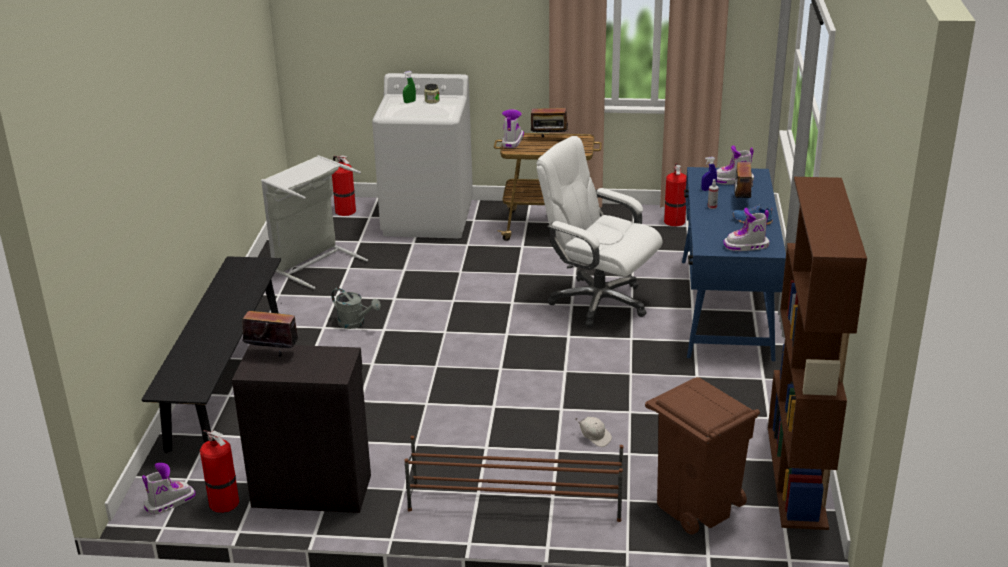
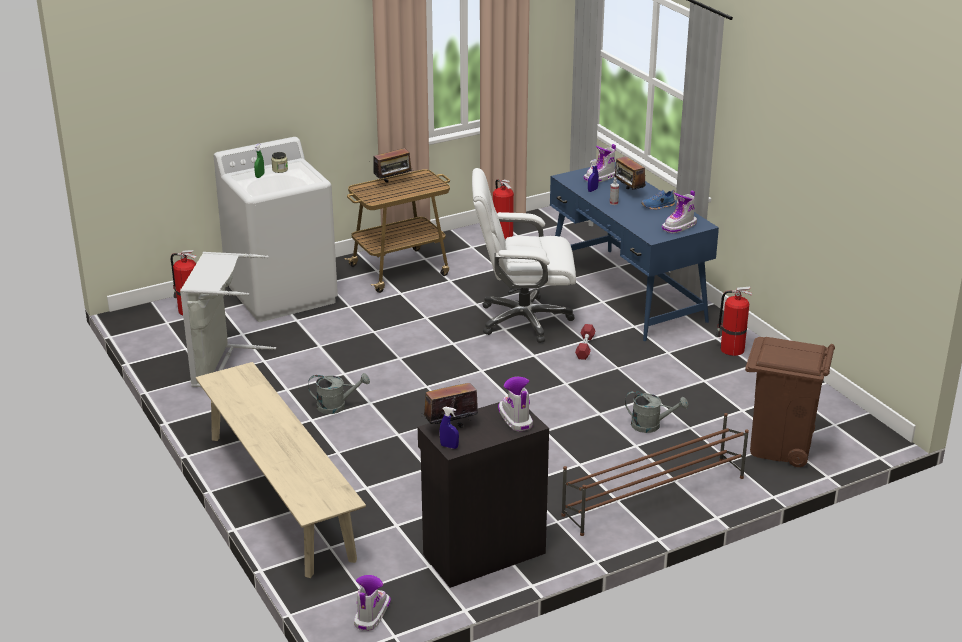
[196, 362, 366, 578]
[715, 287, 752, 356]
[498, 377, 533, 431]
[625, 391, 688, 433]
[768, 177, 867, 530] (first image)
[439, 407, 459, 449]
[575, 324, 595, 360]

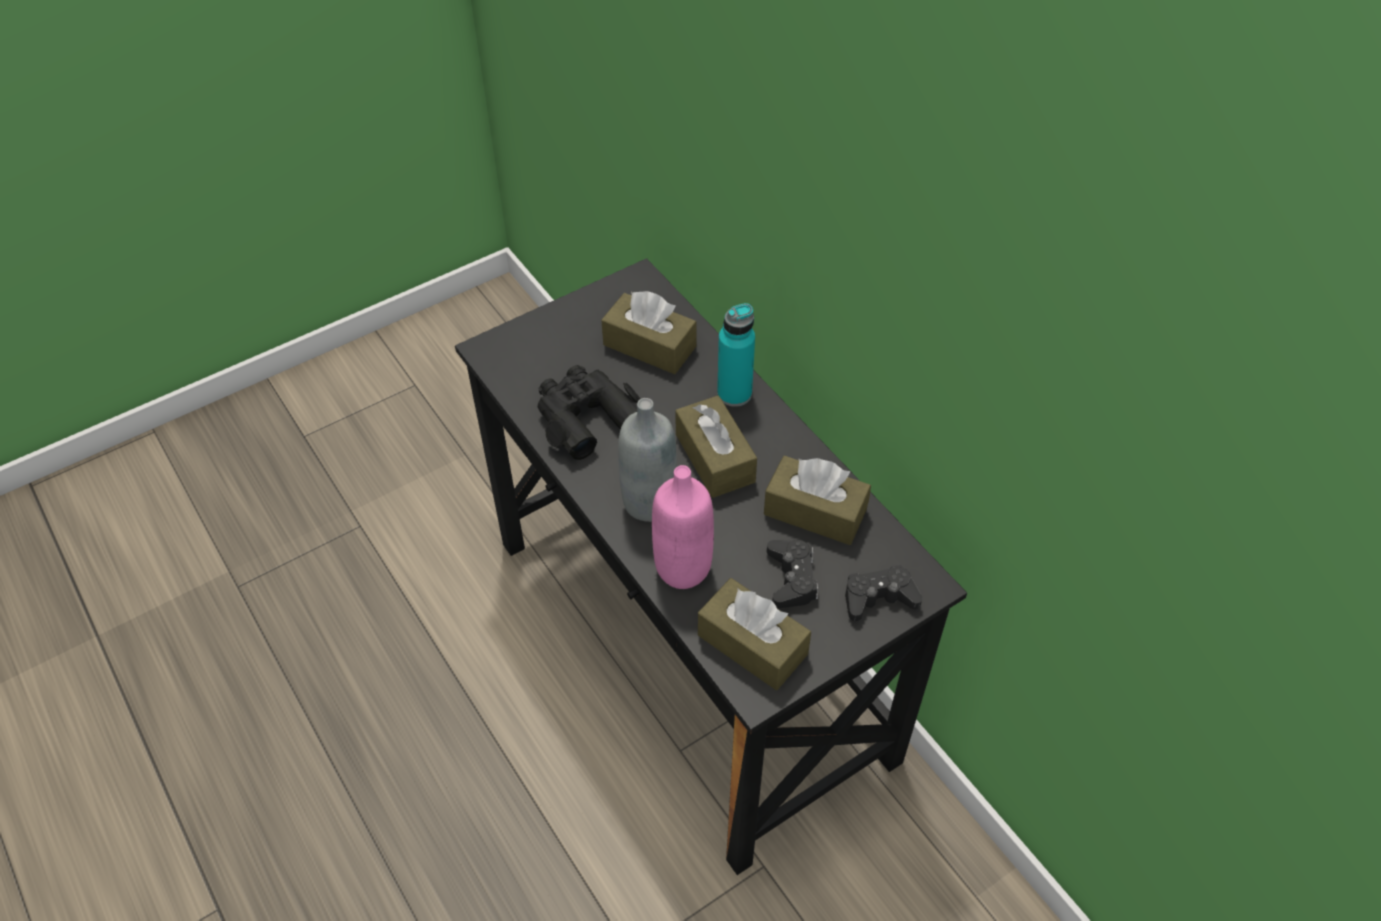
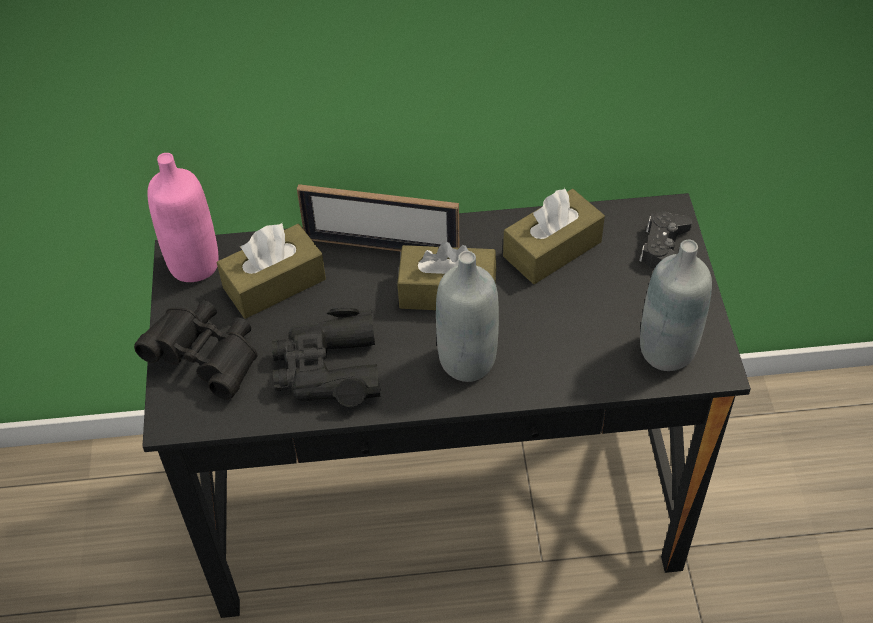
[147, 153, 219, 282]
[640, 240, 712, 371]
[297, 184, 459, 252]
[767, 540, 818, 608] (first image)
[134, 300, 258, 400]

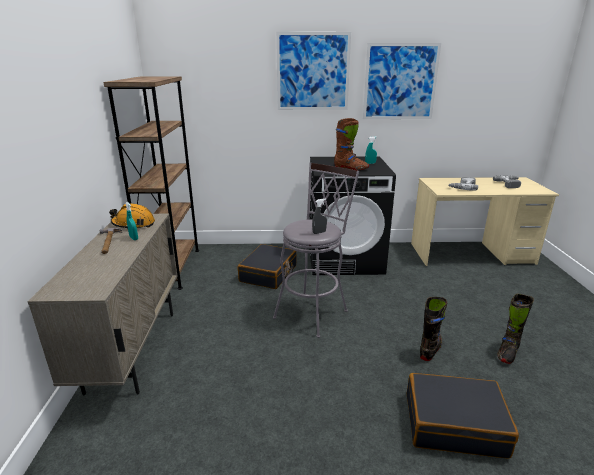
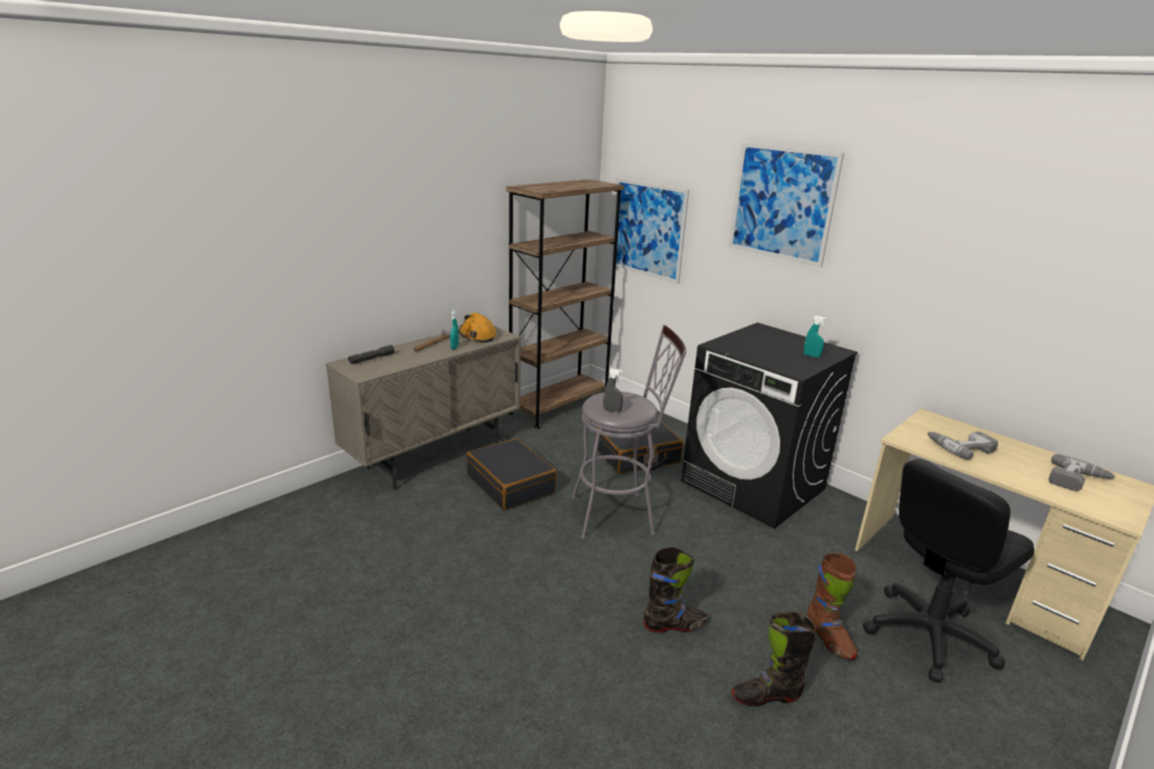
[807, 552, 858, 660]
[611, 178, 689, 284]
[466, 438, 557, 510]
[348, 345, 395, 364]
[863, 459, 1034, 683]

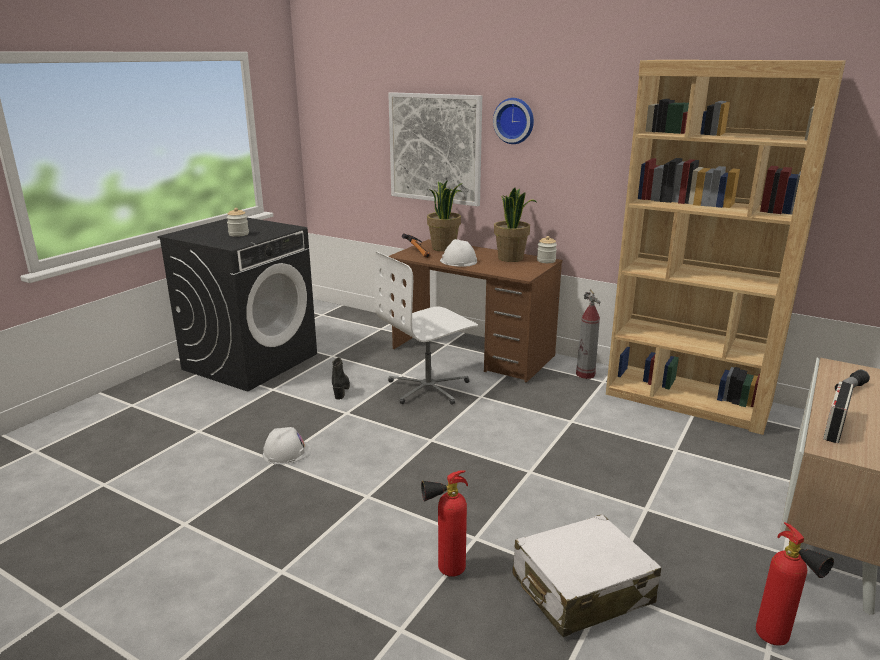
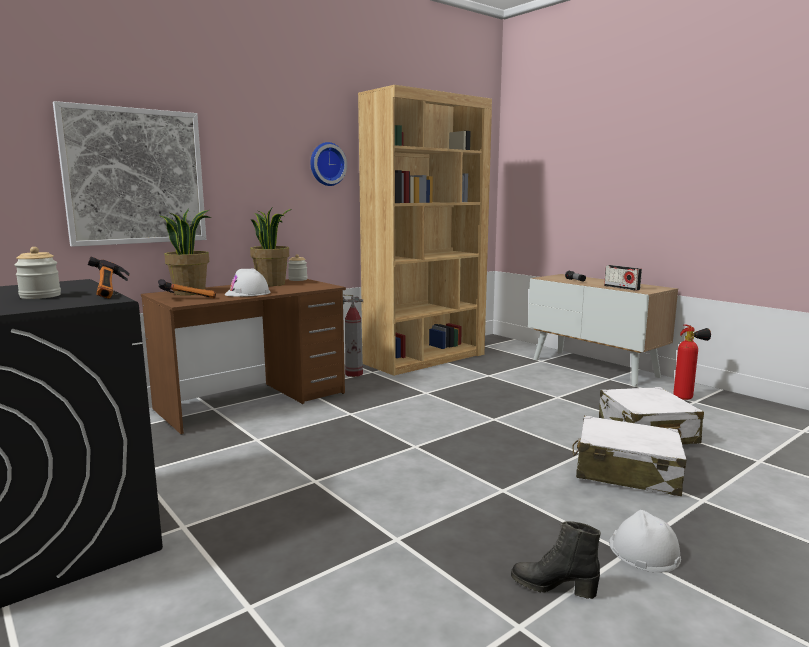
[609, 510, 681, 573]
[511, 521, 601, 599]
[374, 252, 478, 405] (first image)
[572, 415, 687, 496]
[310, 142, 347, 186]
[88, 257, 130, 299]

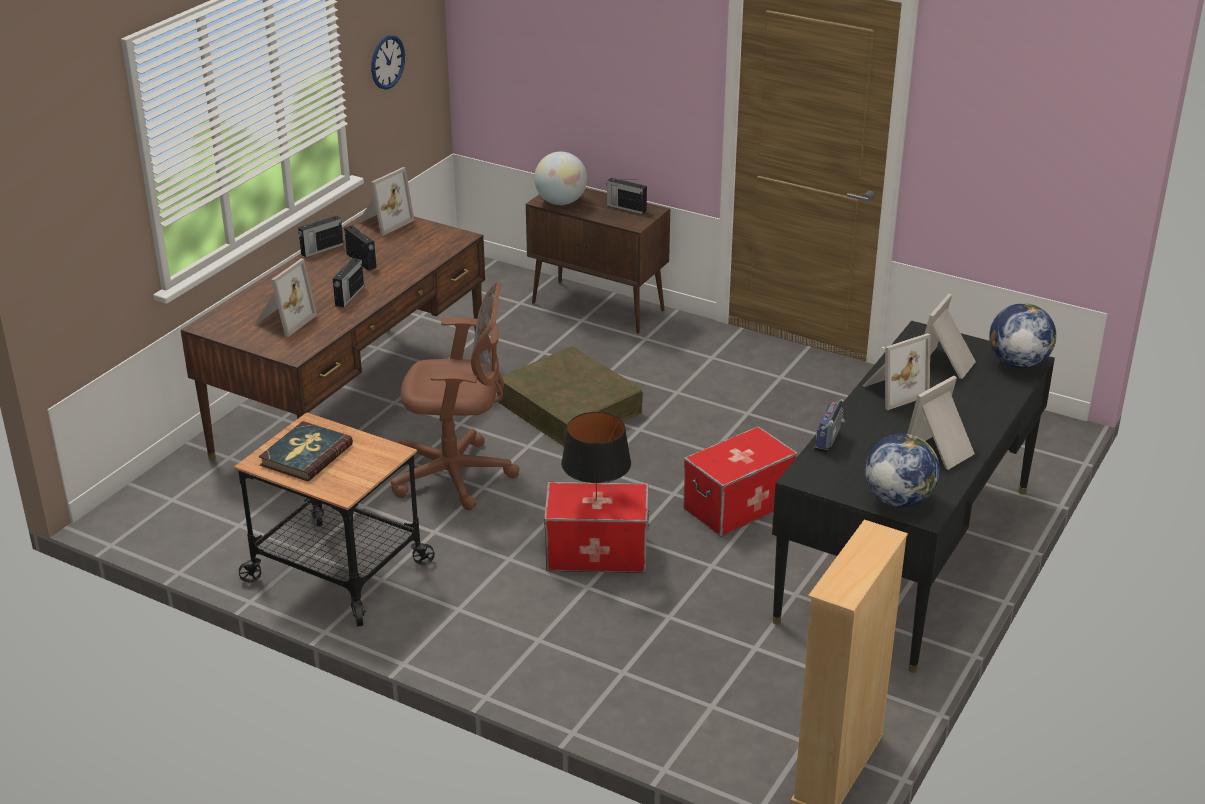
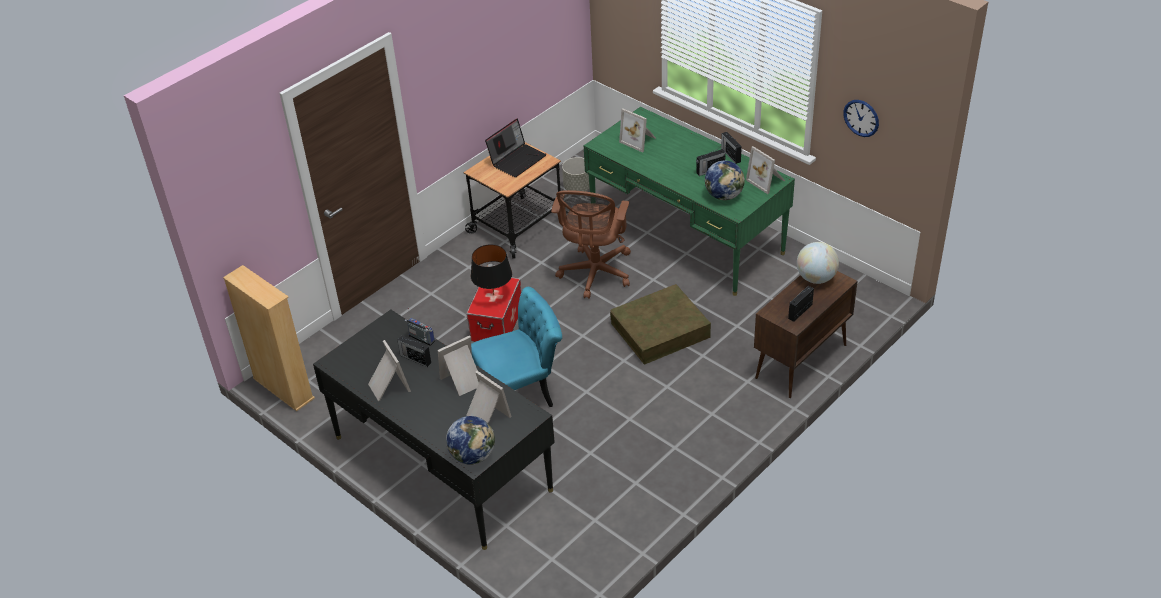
[584, 107, 795, 296]
[485, 118, 546, 177]
[397, 335, 431, 367]
[471, 287, 562, 407]
[438, 336, 479, 396]
[705, 160, 745, 200]
[562, 157, 590, 191]

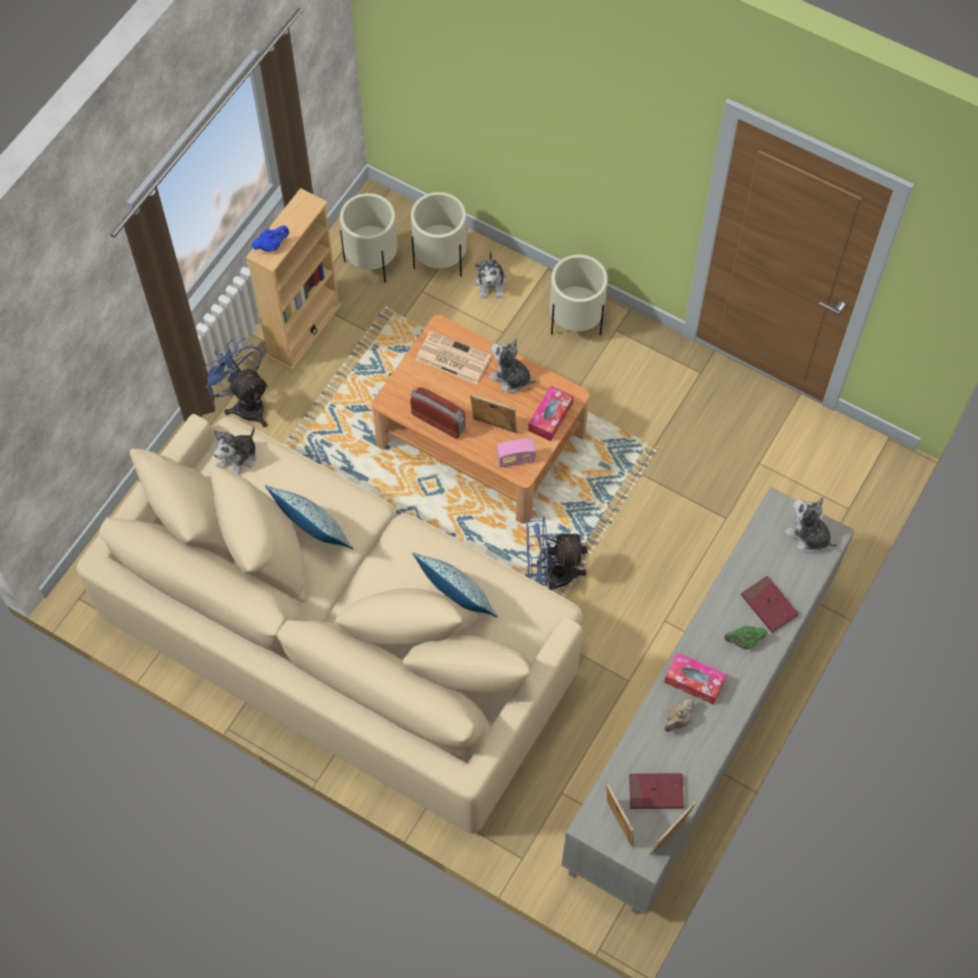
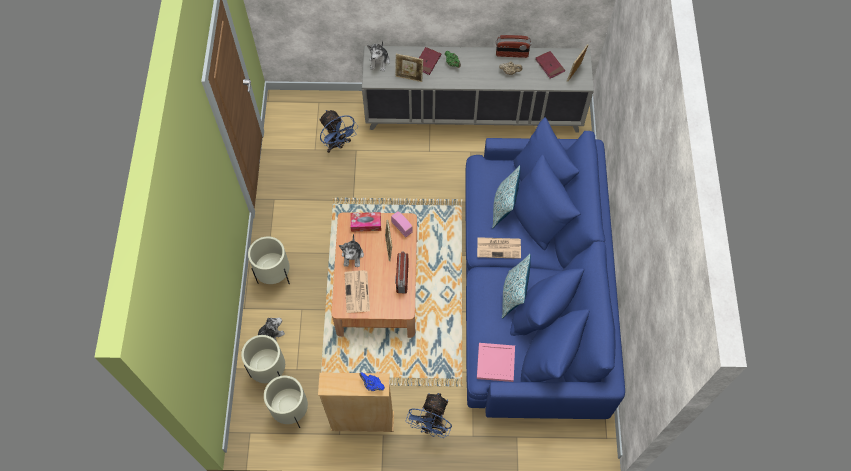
[465, 117, 625, 419]
[477, 343, 515, 382]
[319, 110, 358, 153]
[395, 54, 423, 82]
[664, 652, 727, 705] (first image)
[477, 237, 521, 259]
[496, 35, 532, 58]

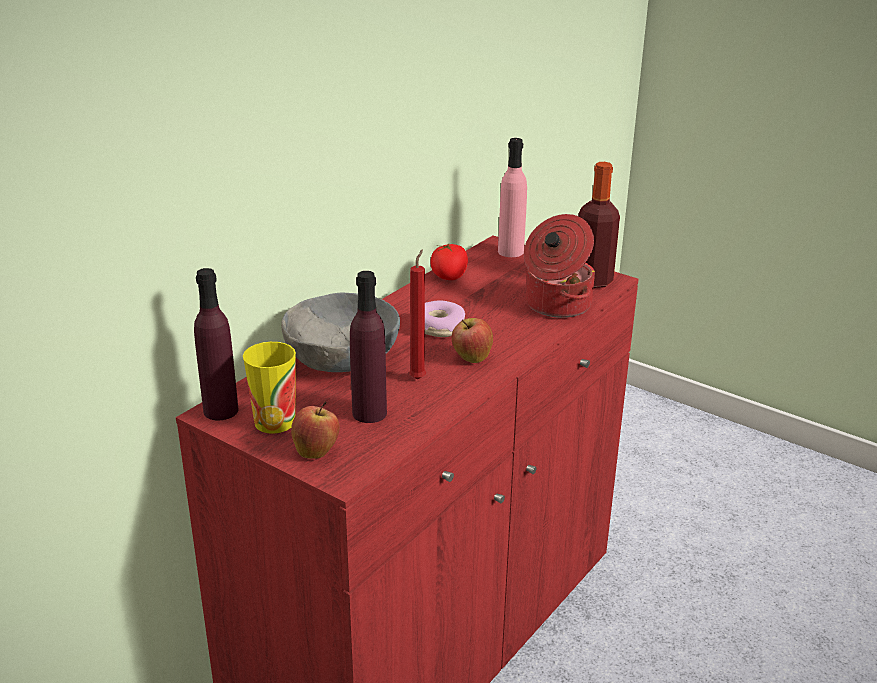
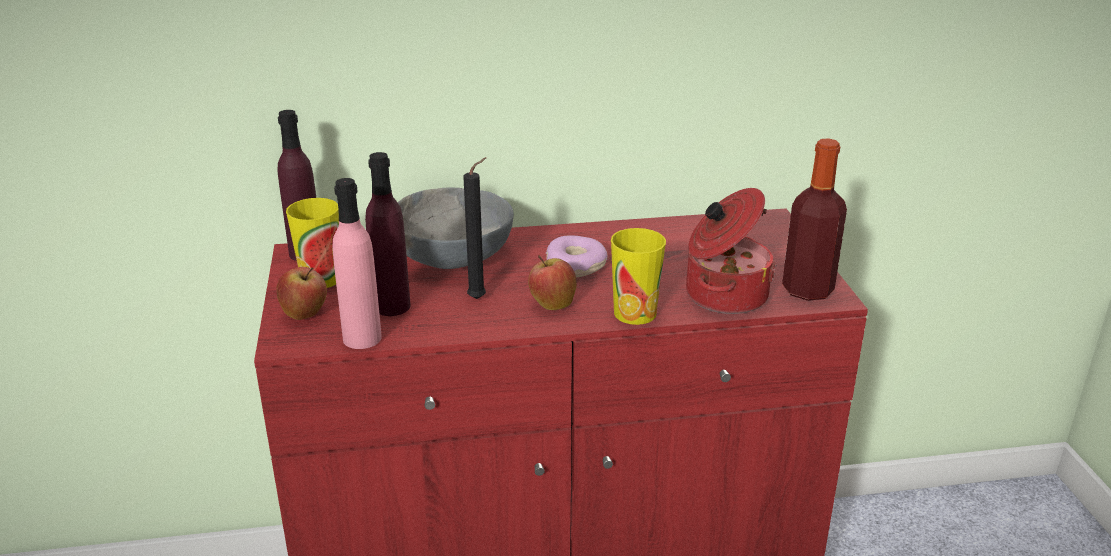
[463, 157, 486, 299]
[430, 244, 468, 280] (first image)
[332, 178, 382, 349]
[611, 228, 666, 325]

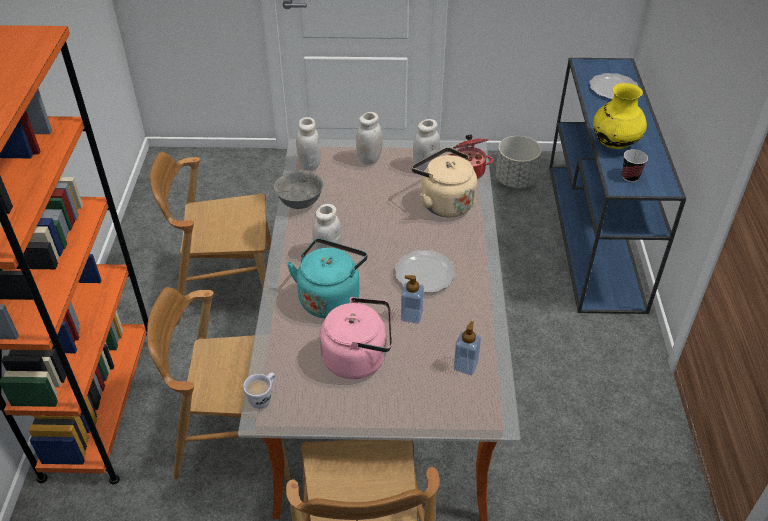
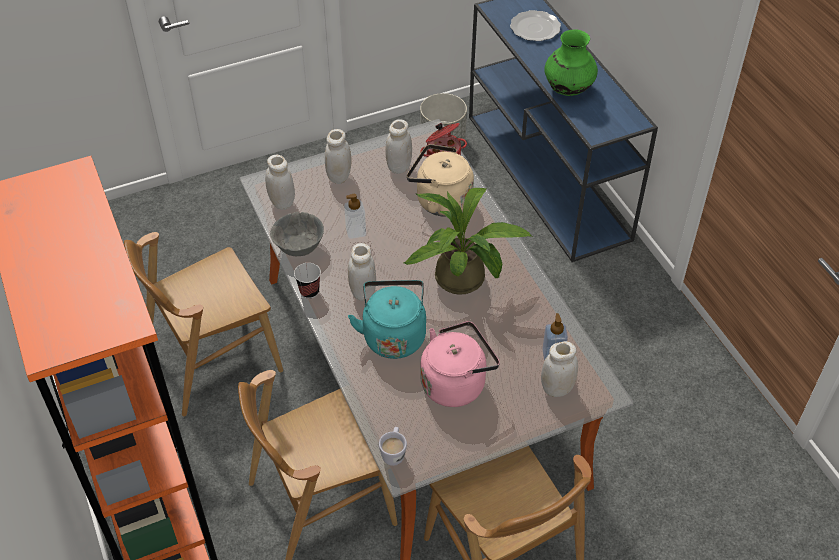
[404, 188, 532, 295]
[344, 194, 366, 239]
[544, 29, 598, 96]
[294, 263, 321, 299]
[541, 341, 578, 397]

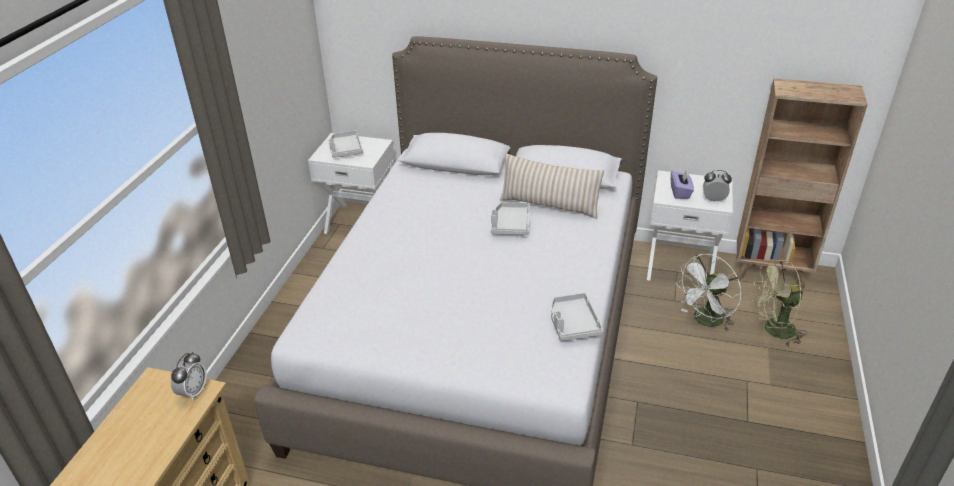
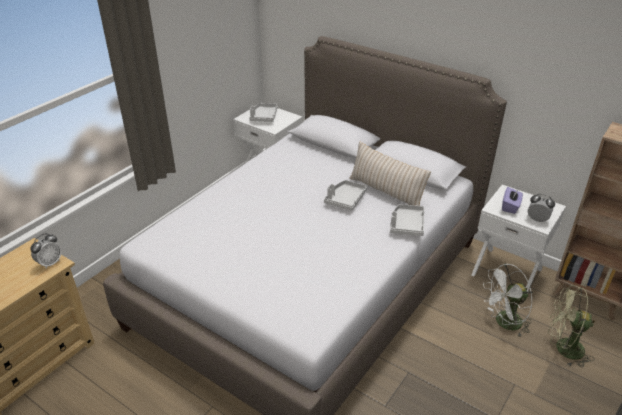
[390, 204, 424, 236]

